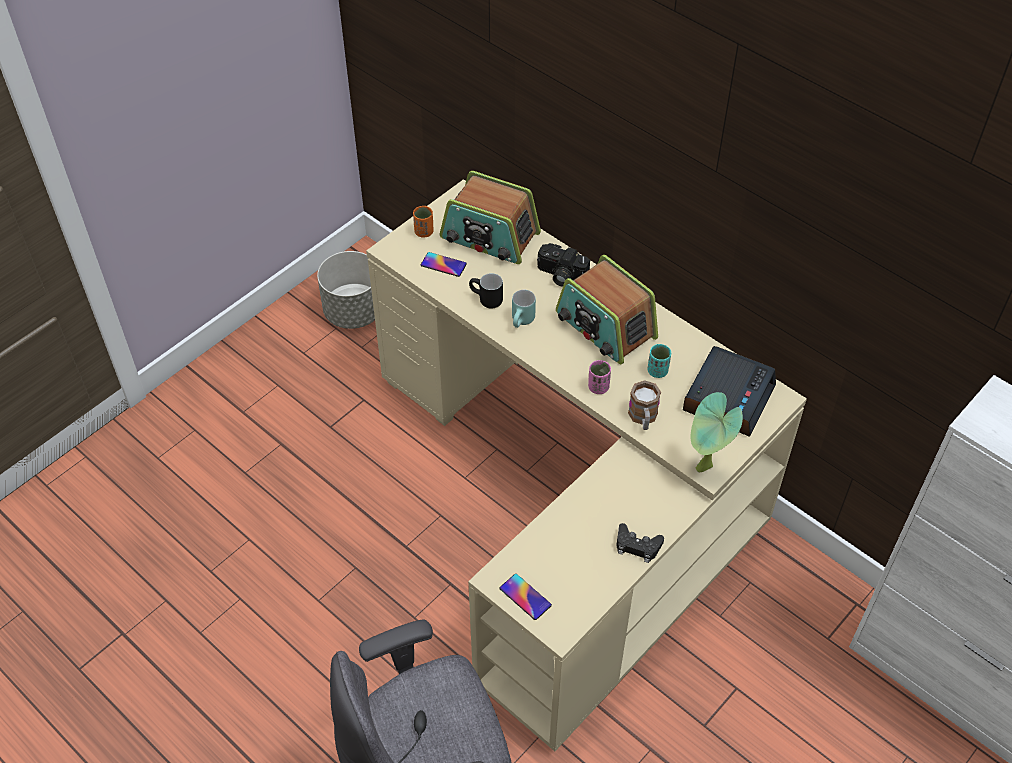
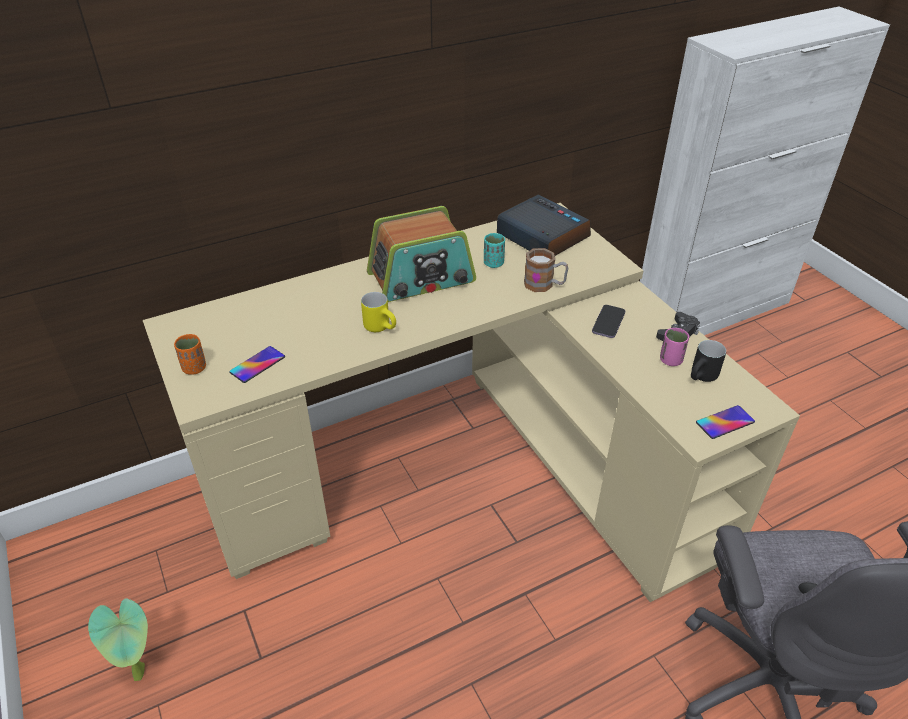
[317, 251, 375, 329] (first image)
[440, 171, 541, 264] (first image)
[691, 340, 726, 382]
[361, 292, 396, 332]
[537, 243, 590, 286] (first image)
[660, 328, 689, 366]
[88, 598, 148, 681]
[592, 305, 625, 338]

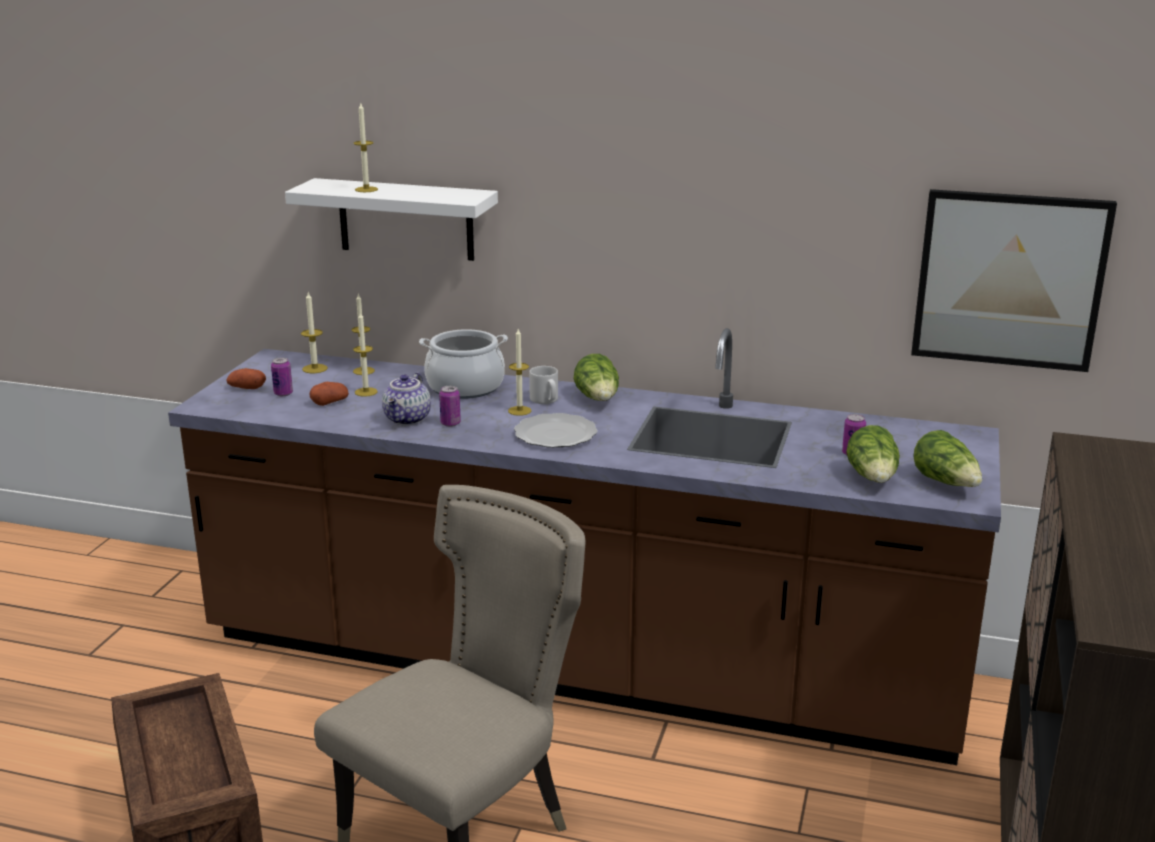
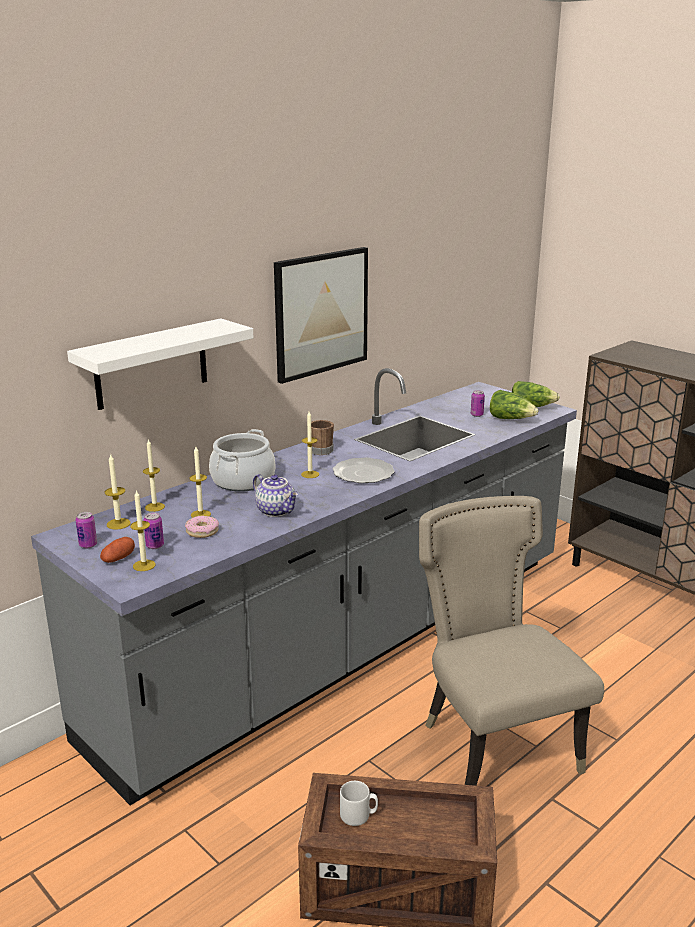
[31, 368, 577, 805]
[185, 516, 219, 538]
[130, 490, 156, 571]
[76, 512, 97, 548]
[340, 781, 378, 826]
[311, 420, 334, 455]
[274, 247, 368, 384]

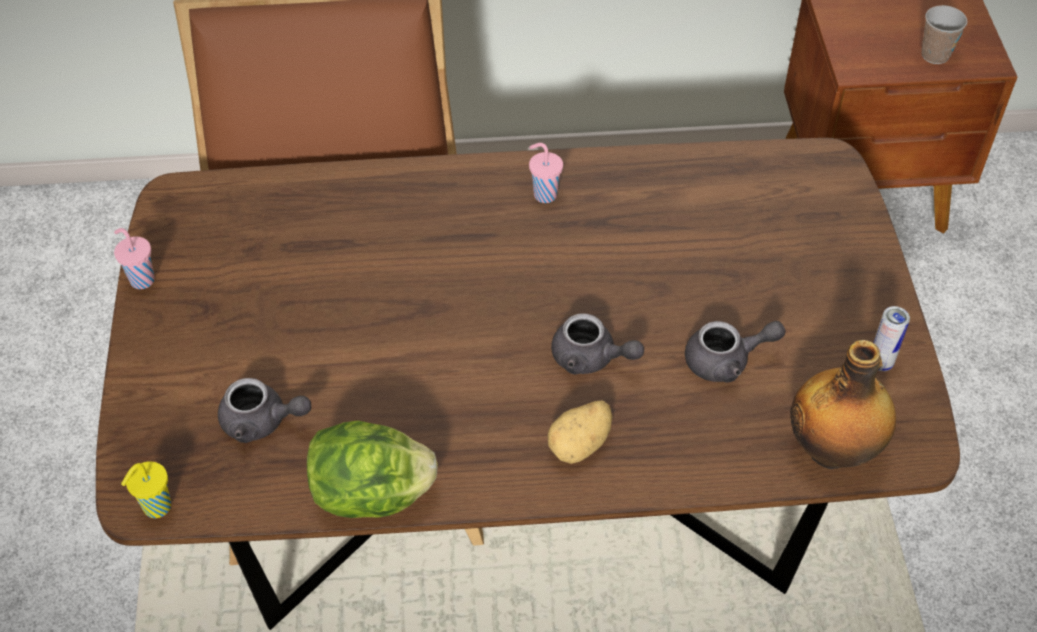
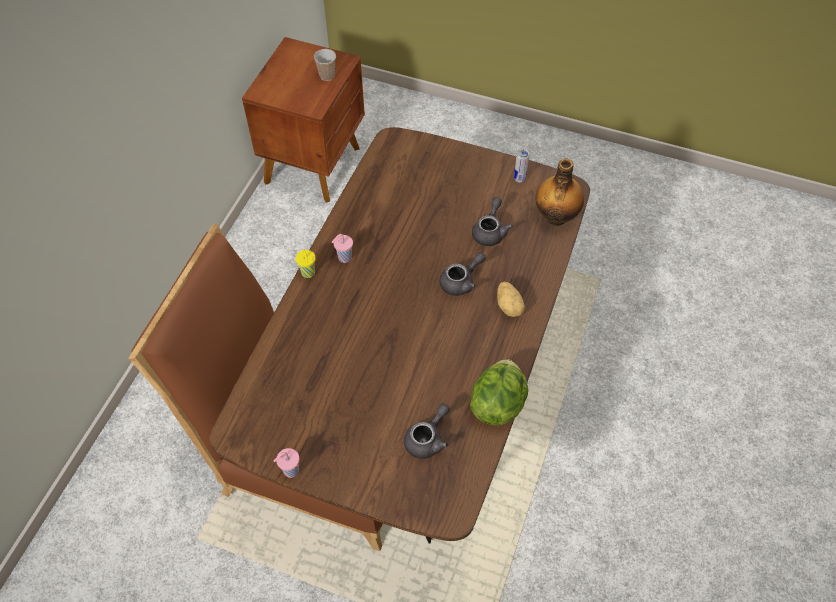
[296, 250, 316, 278]

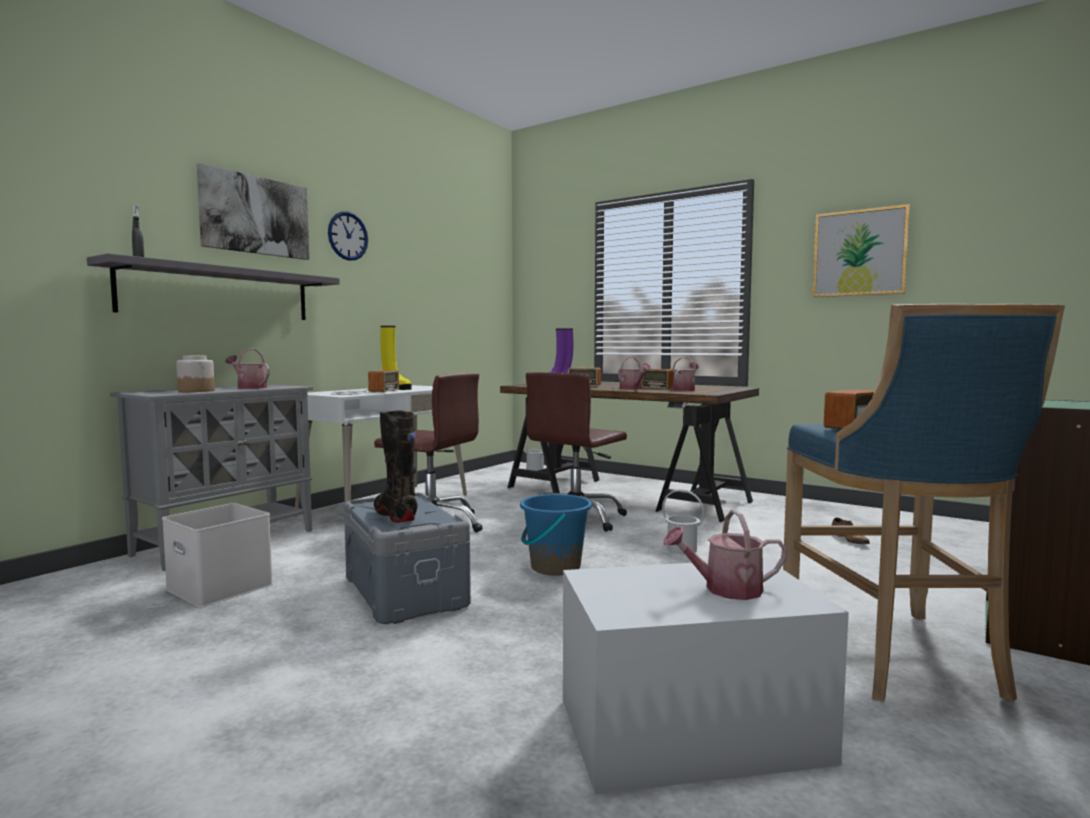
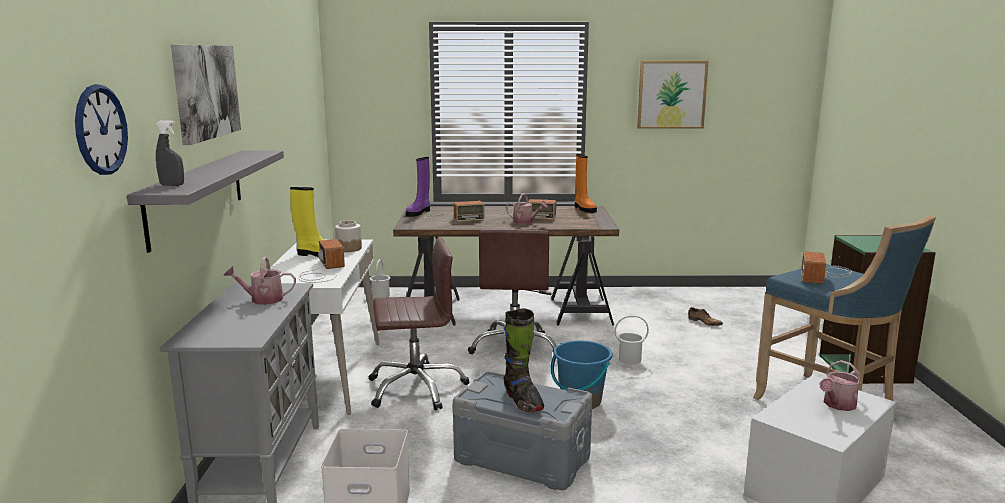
[335, 220, 362, 252]
[75, 84, 128, 175]
[504, 308, 544, 412]
[672, 357, 699, 391] (first image)
[575, 154, 597, 213]

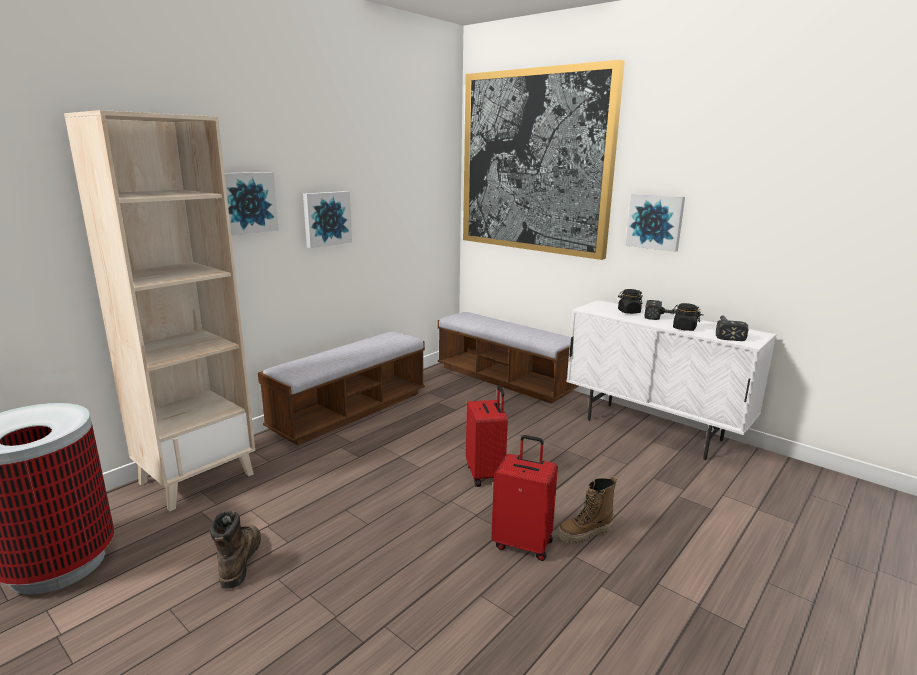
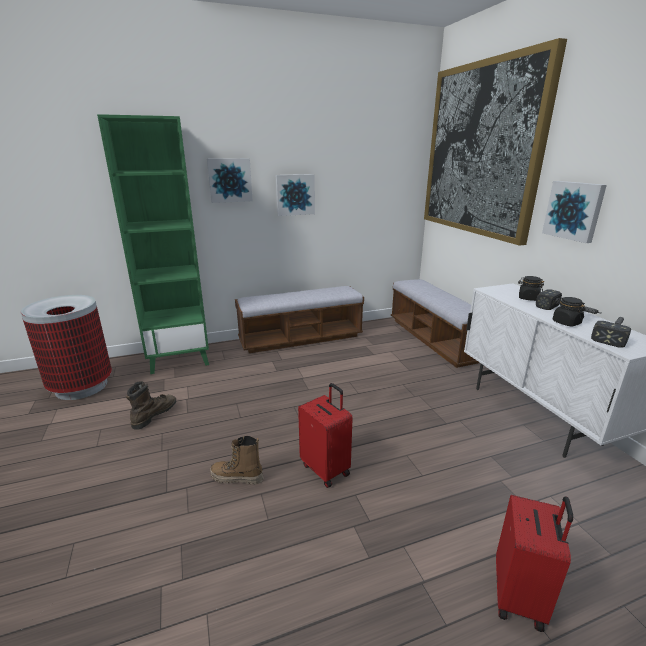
[97, 114, 209, 374]
[496, 495, 573, 632]
[210, 436, 264, 485]

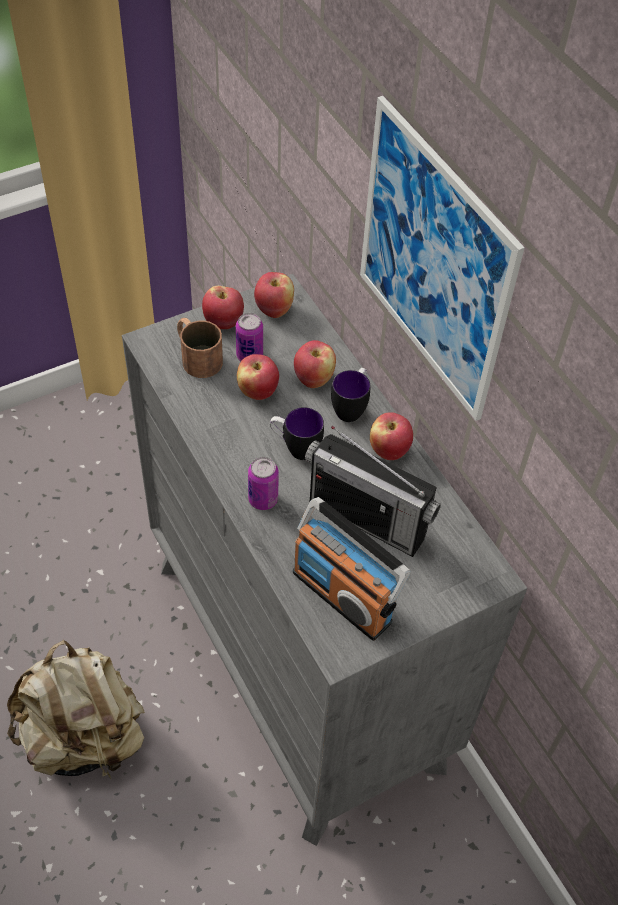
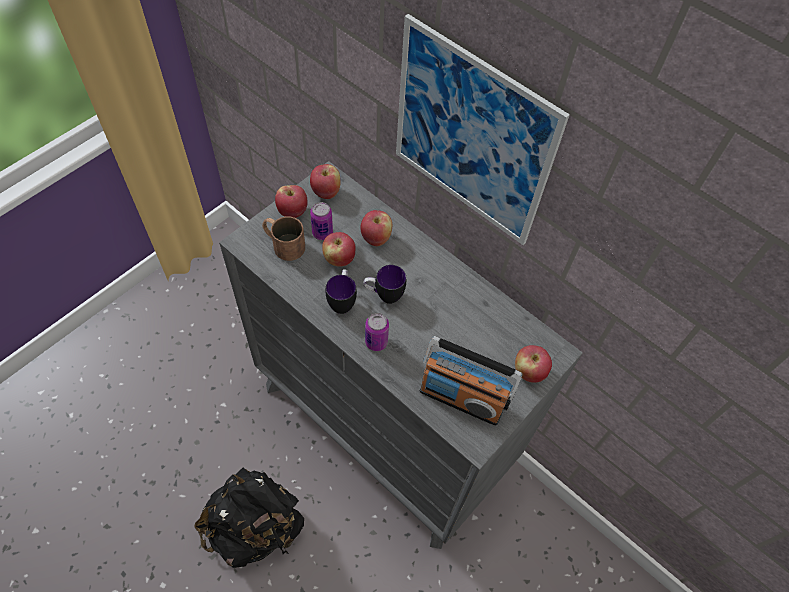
[194, 468, 304, 568]
[305, 426, 441, 557] (first image)
[326, 269, 357, 314]
[515, 345, 552, 383]

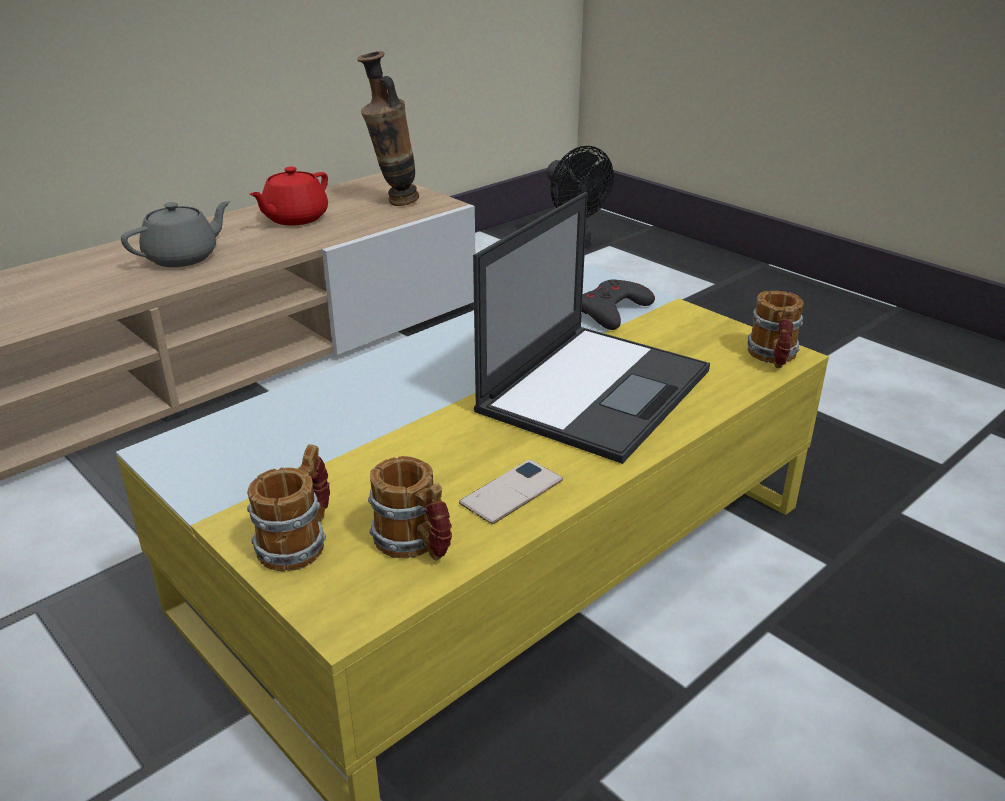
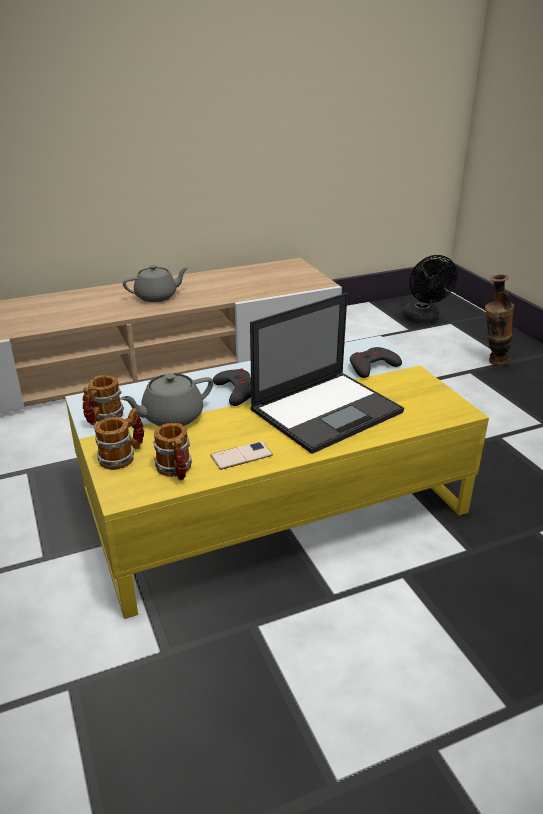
[249, 167, 328, 225] (first image)
[485, 274, 514, 365]
[83, 375, 124, 425]
[120, 373, 213, 426]
[213, 369, 251, 406]

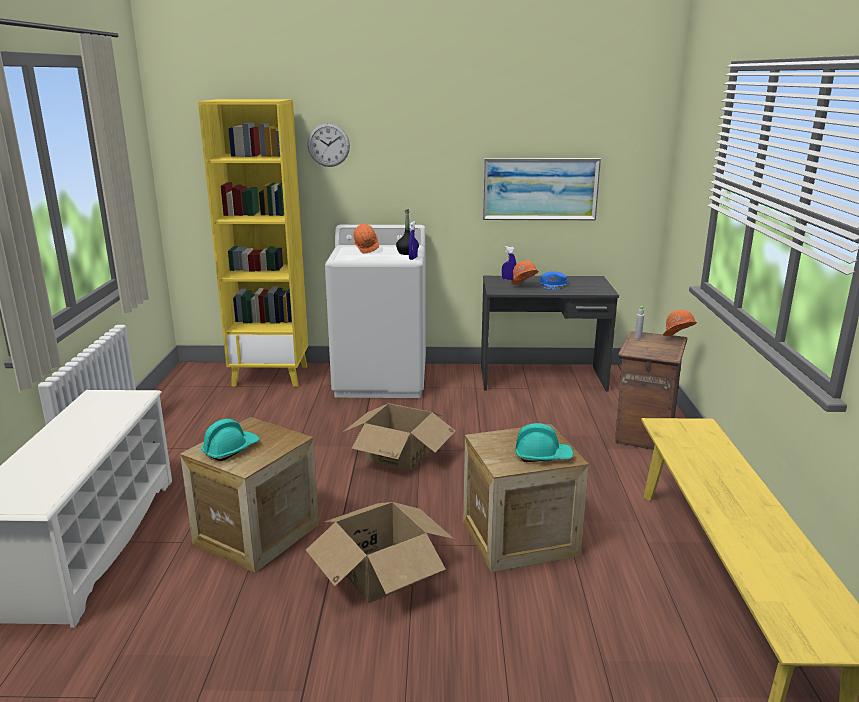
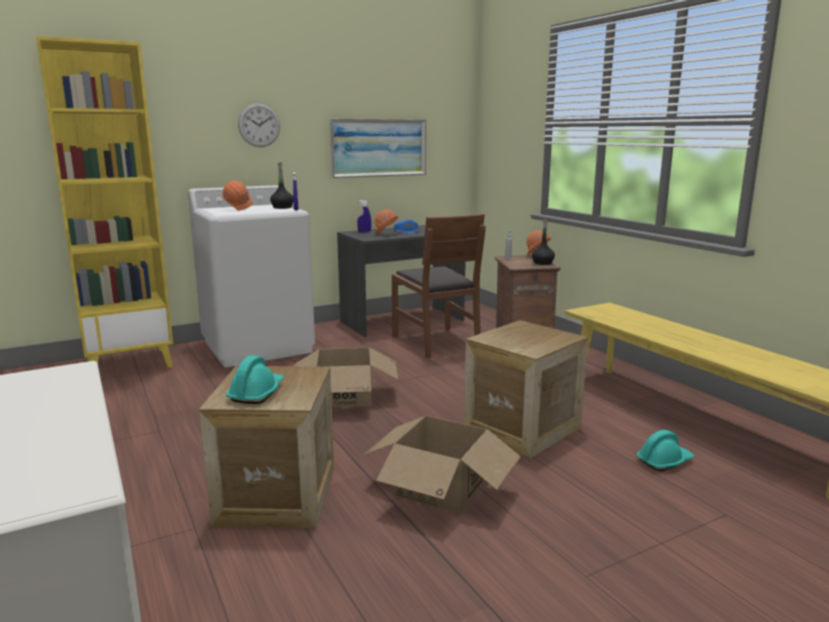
[238, 103, 280, 147]
[636, 430, 694, 471]
[392, 214, 486, 358]
[532, 220, 555, 265]

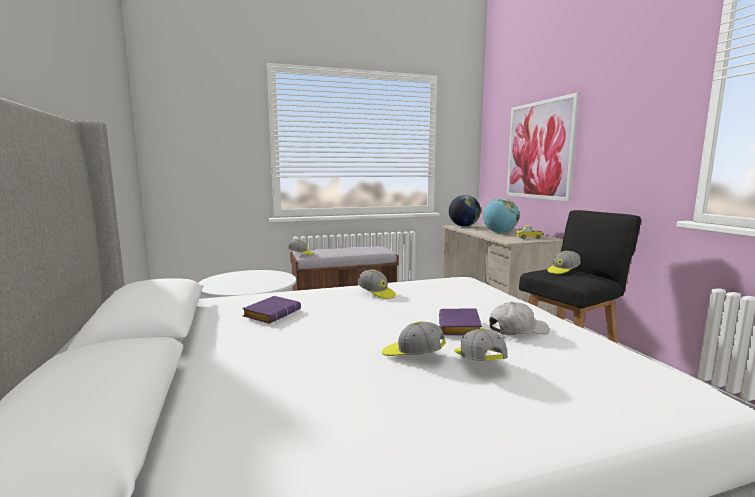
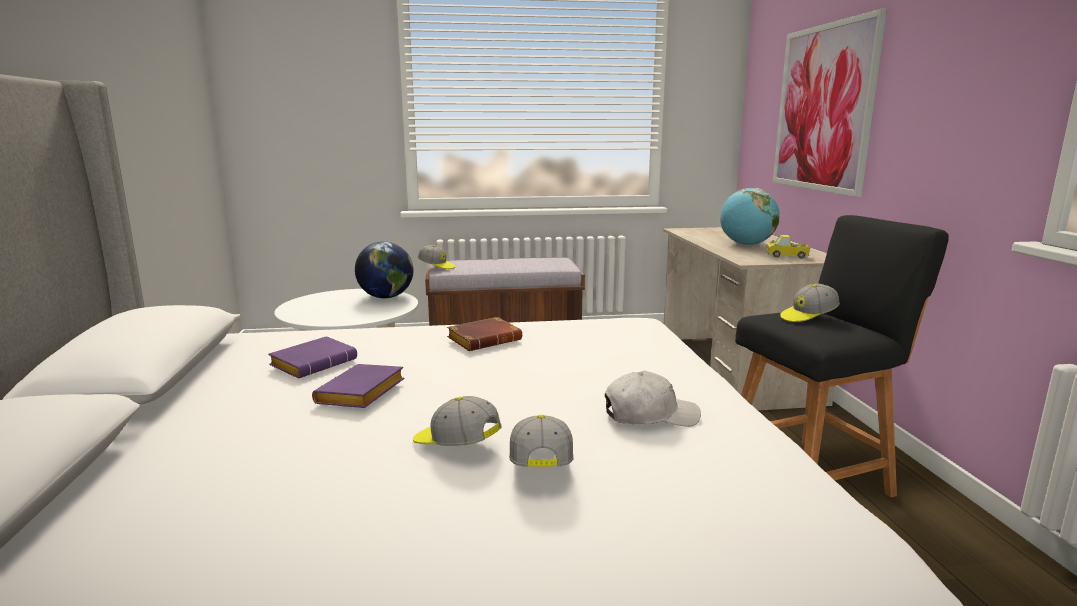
[447, 317, 522, 351]
[312, 364, 404, 408]
[355, 241, 413, 298]

